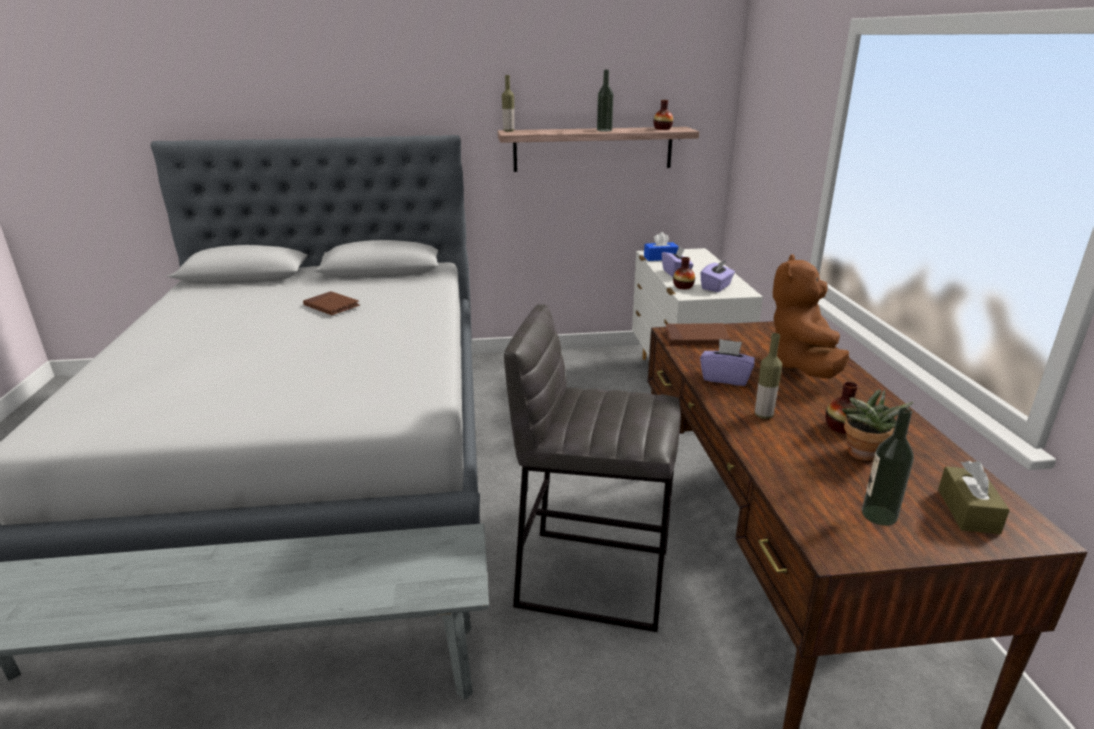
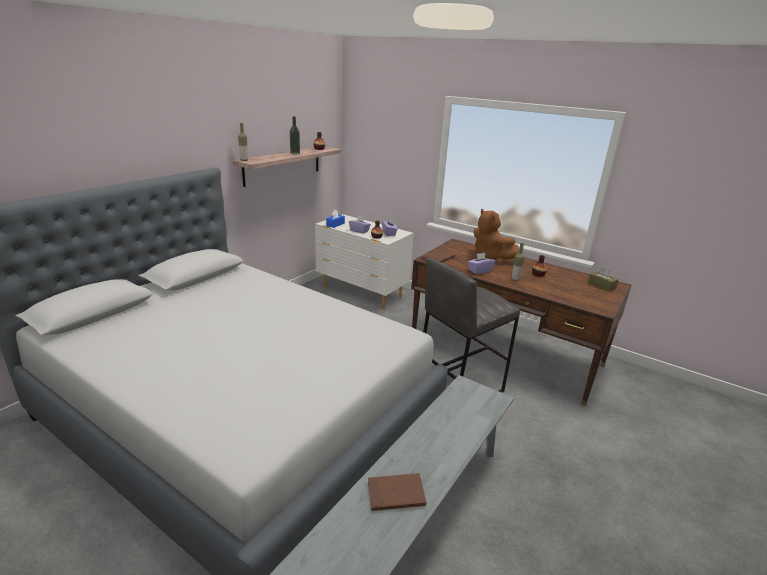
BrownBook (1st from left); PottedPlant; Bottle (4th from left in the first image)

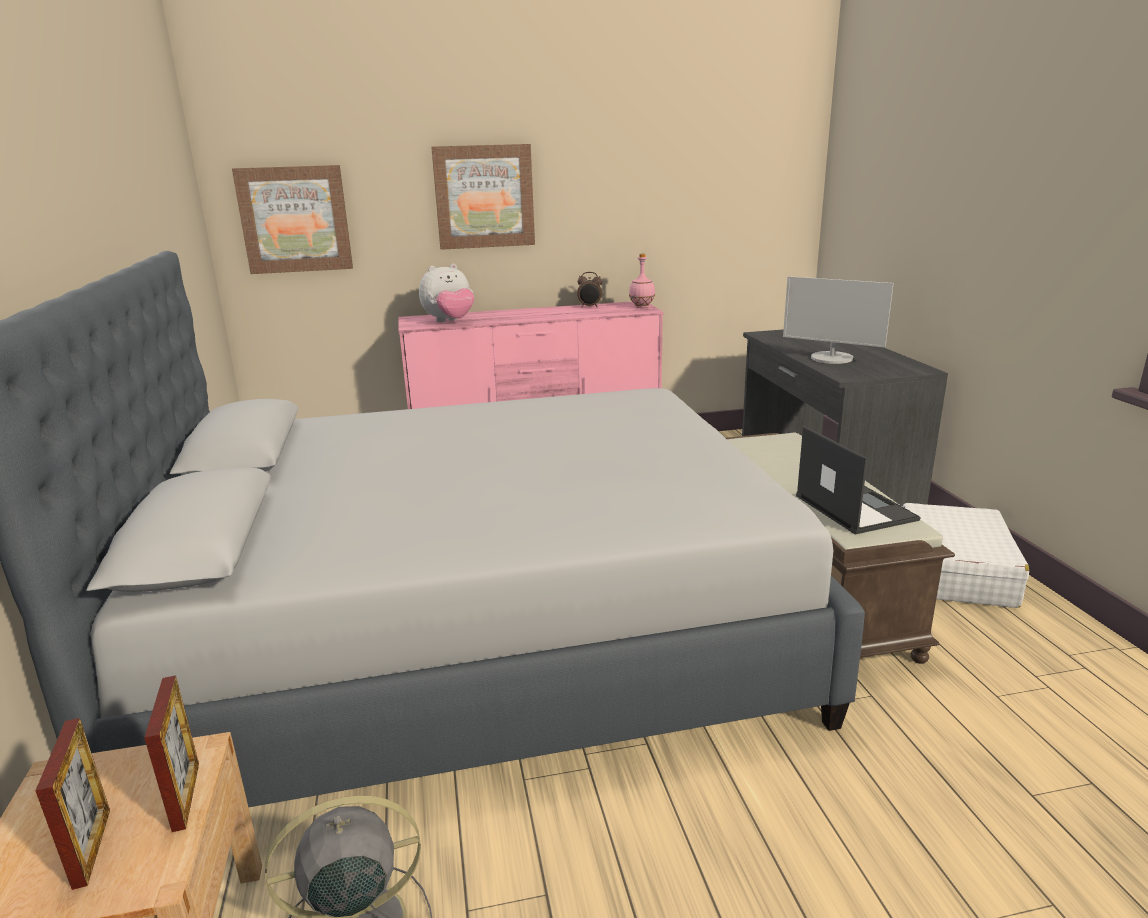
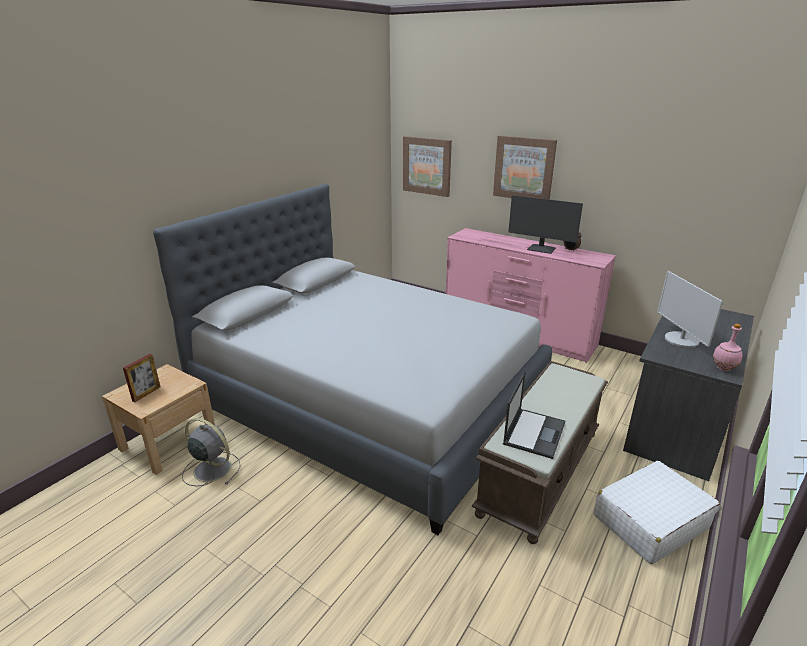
PictureFrame (2nd from left in the first image); PlushToy; PinkBottle; Monitor (1st from left)

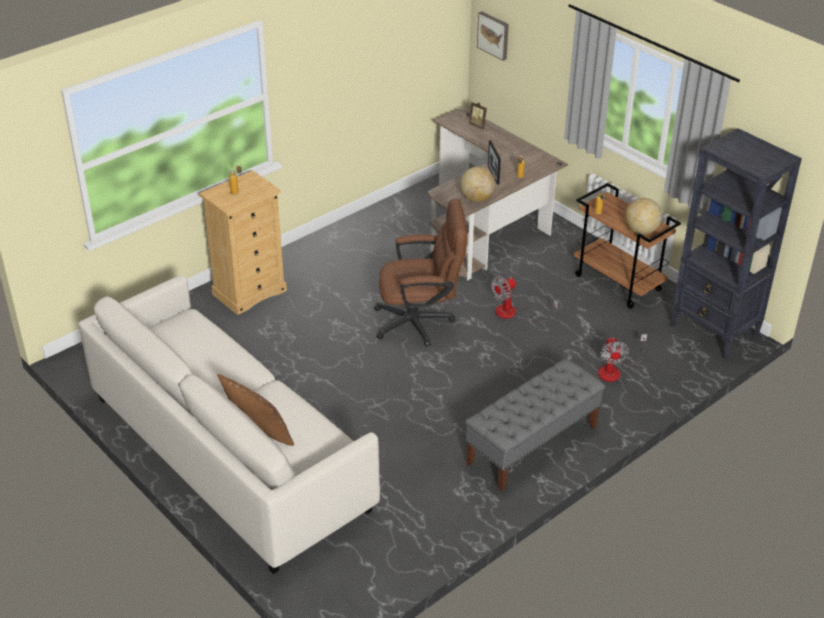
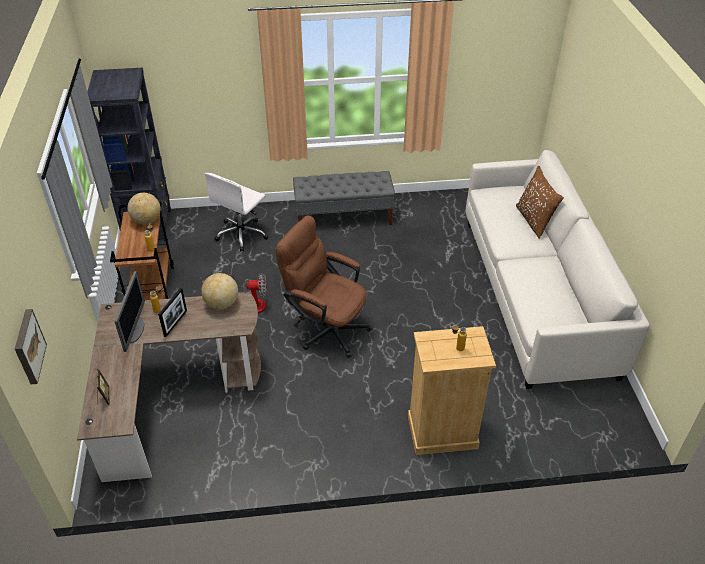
WhiteOfficeChair; Monitor

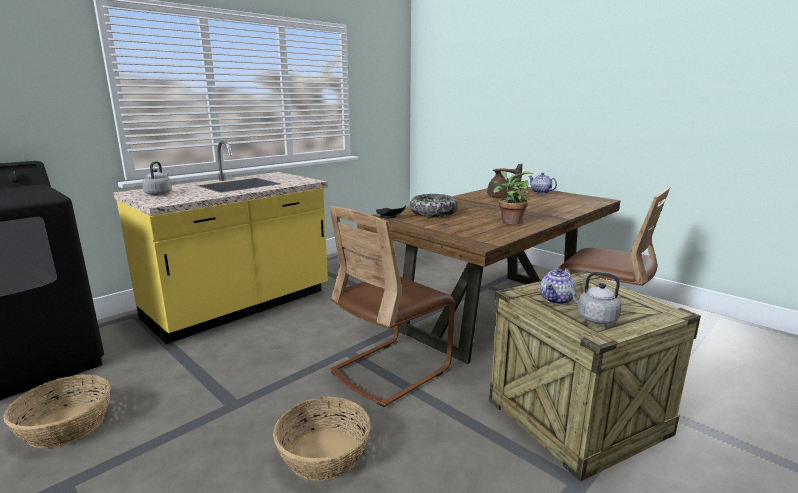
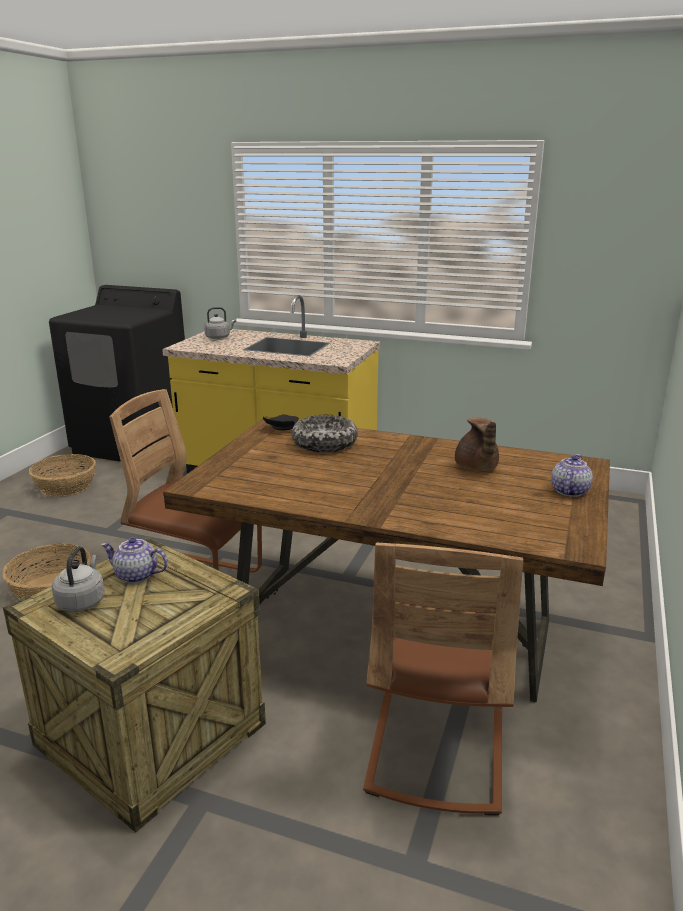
PottedPlant

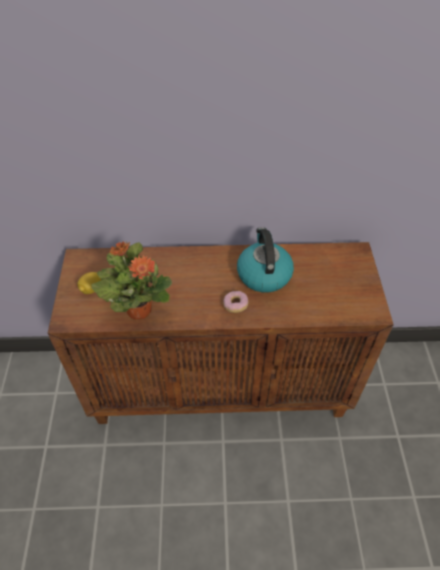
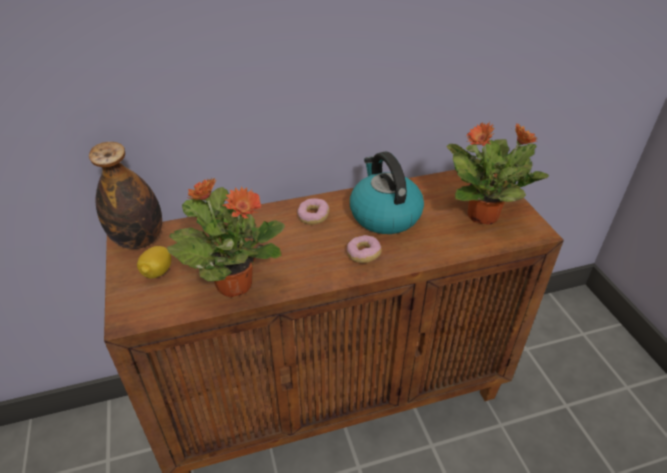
Bottle; Donut (1st from left); PottedPlant (2nd from left)

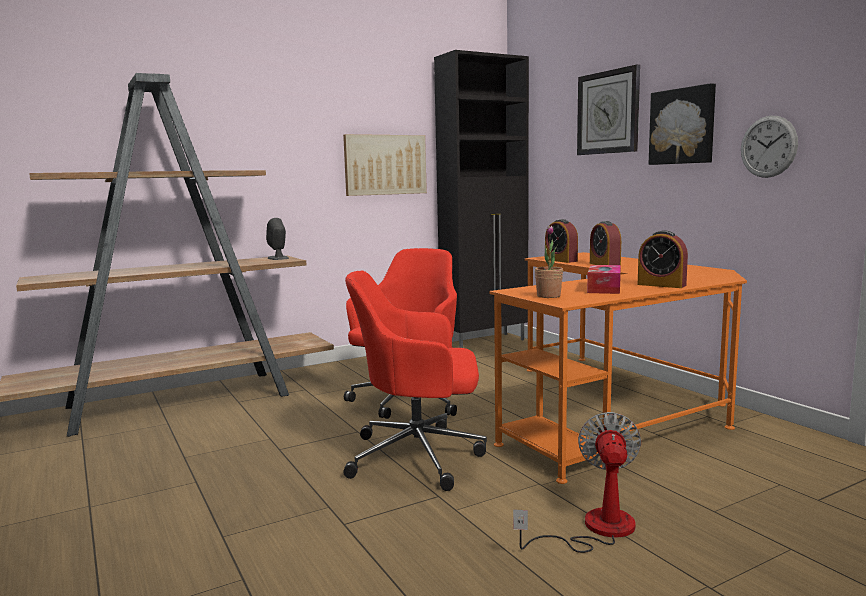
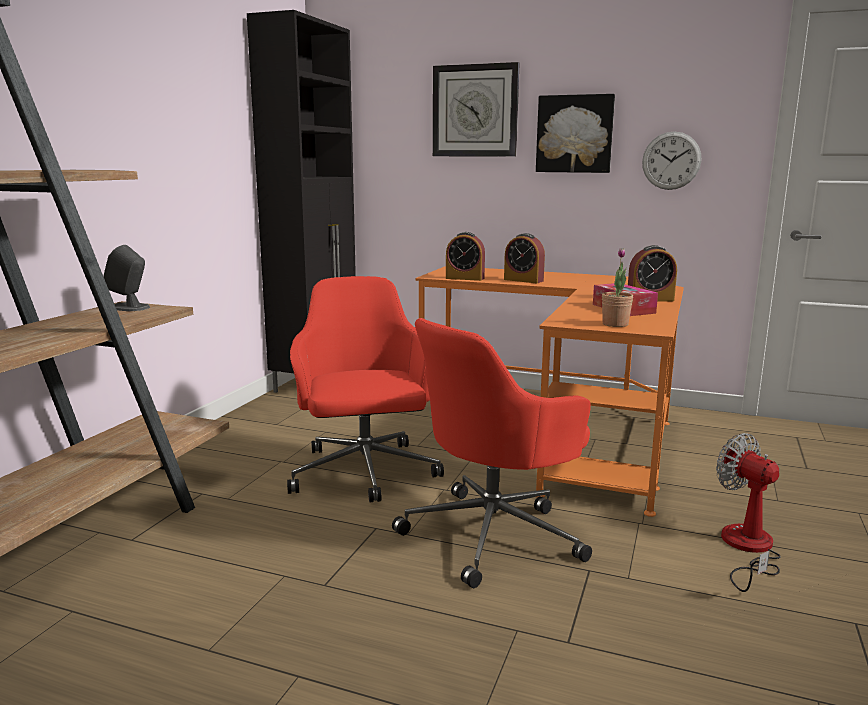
Picture (1st from left in the first image)

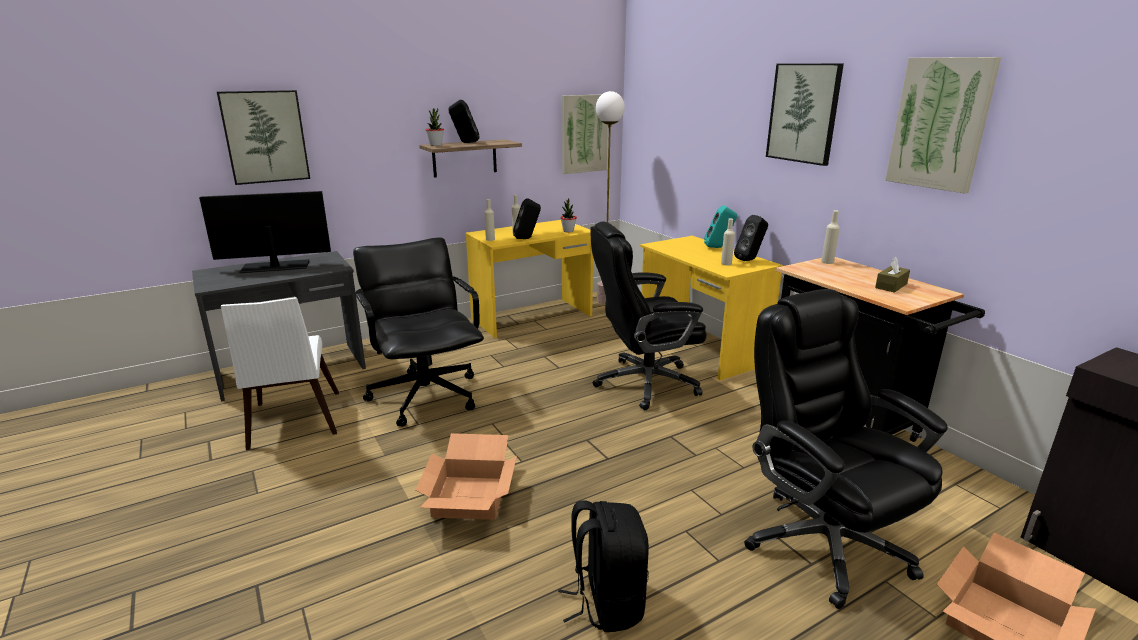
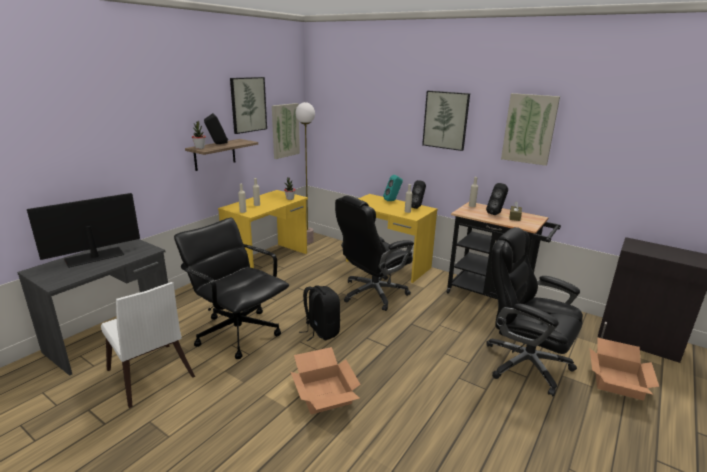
Picture (1st from left); BlackSpeaker (3rd from left); BlackBackpack

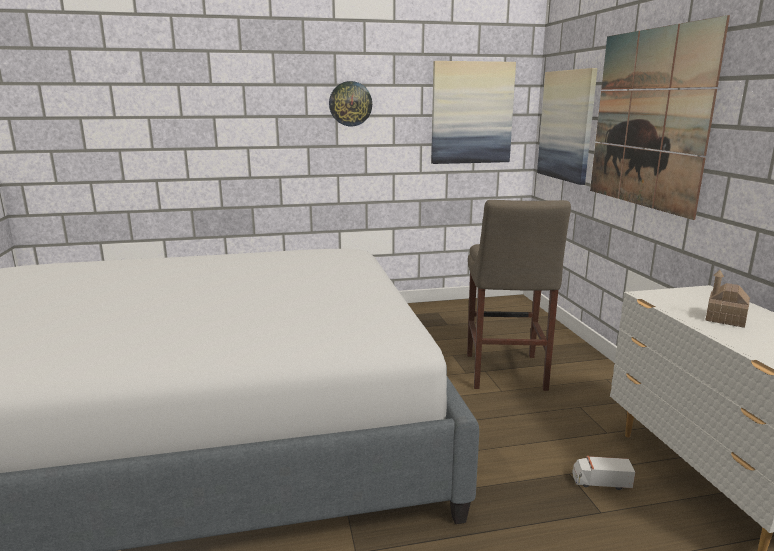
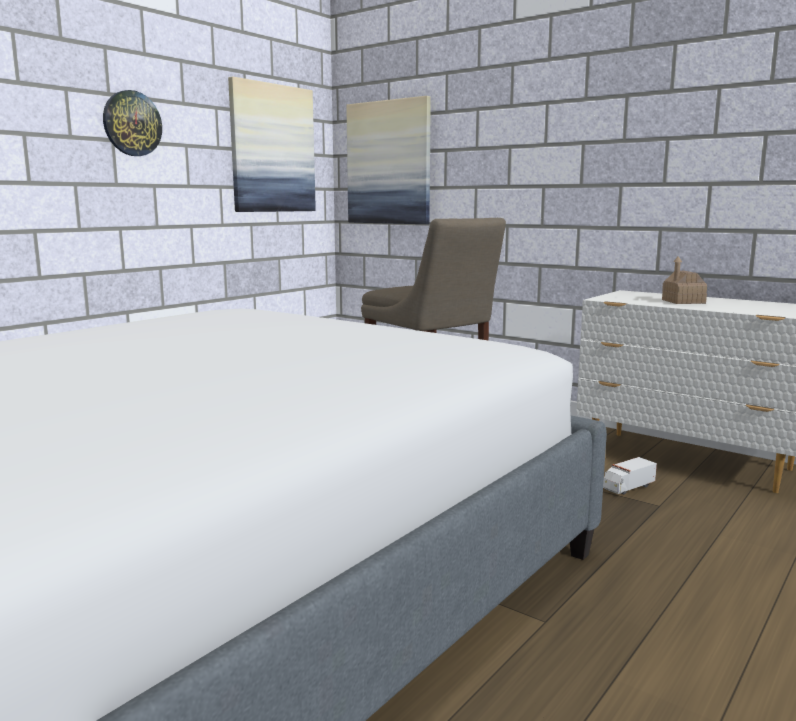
Picture (3rd from left in the first image)

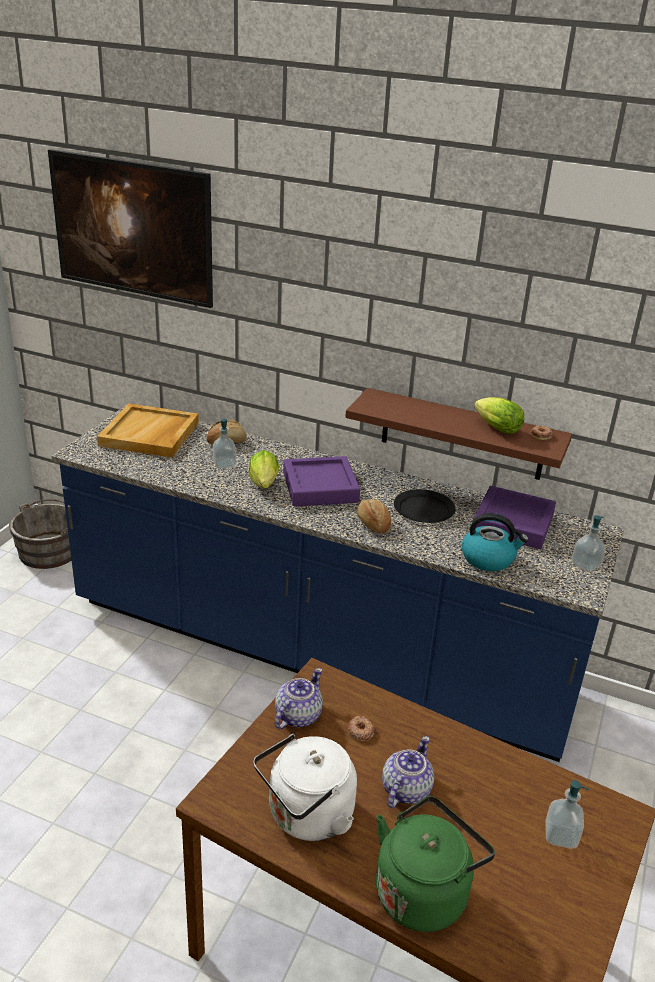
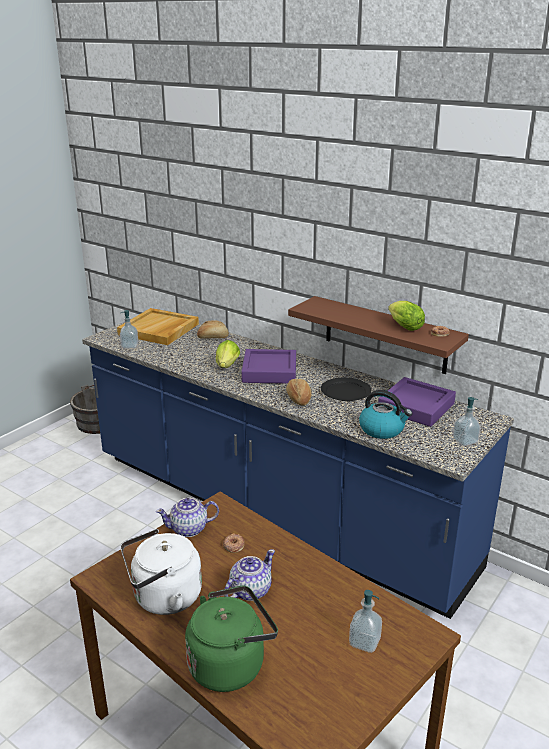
Picture; SoapDispenser (1st from left); Teapot (1st from left)

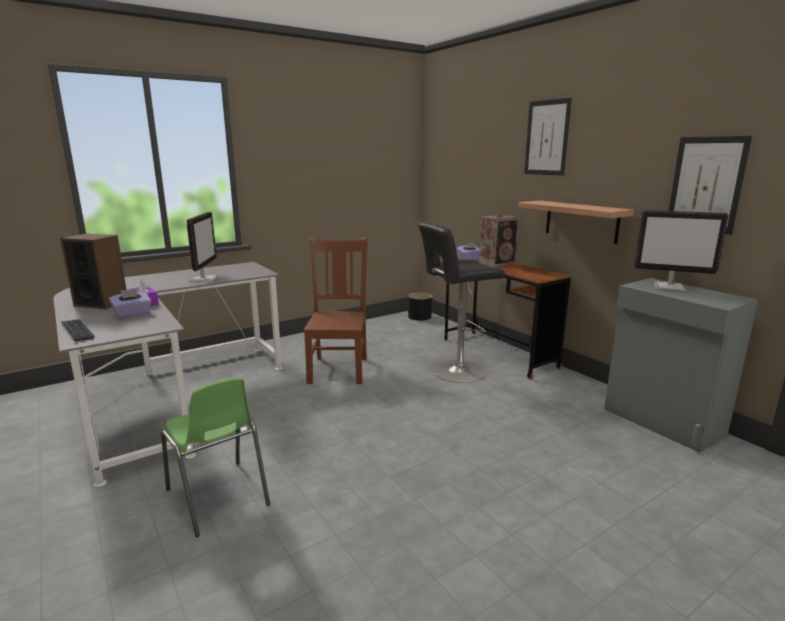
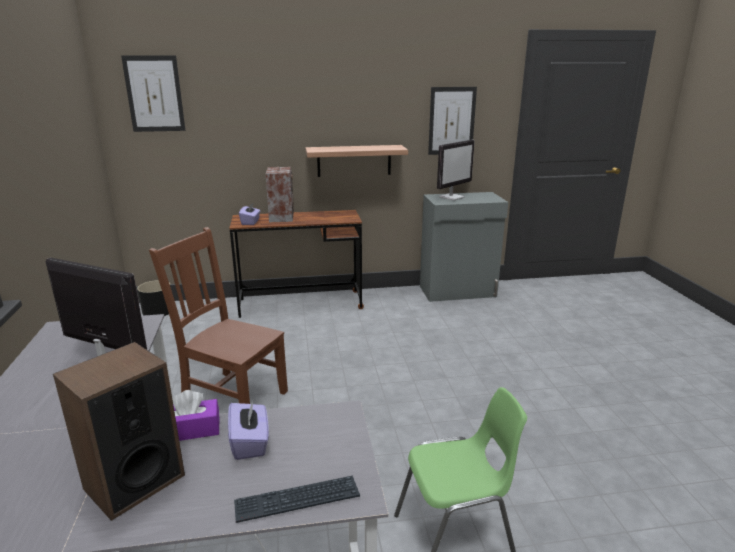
BlackStool; Picture (1st from left)

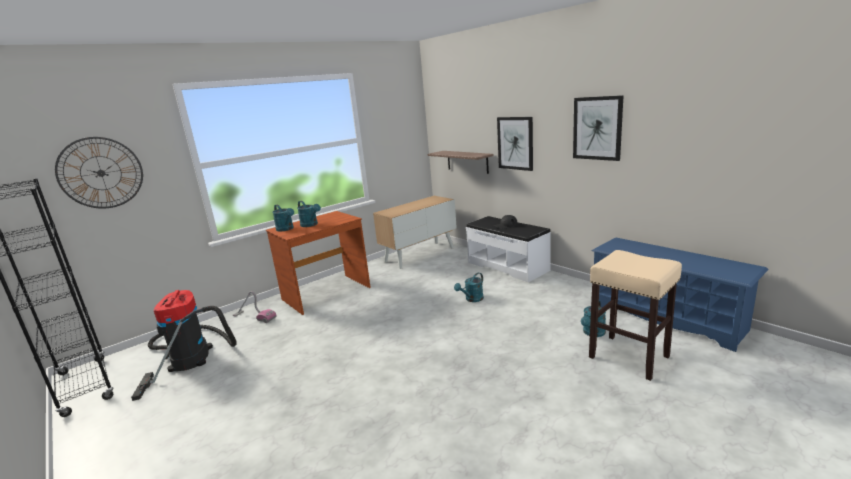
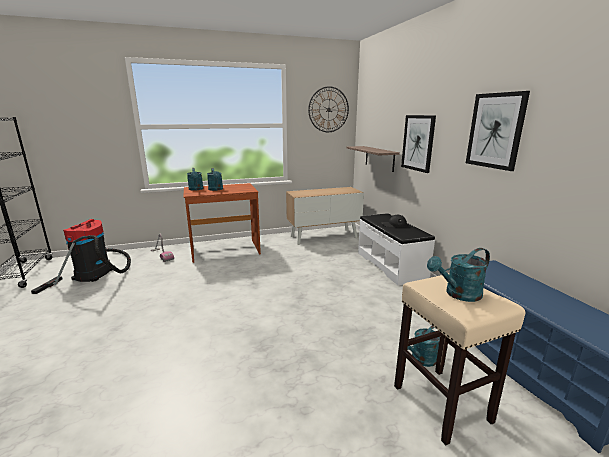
WallClock; TurquoiseWateringCan (4th from left)

